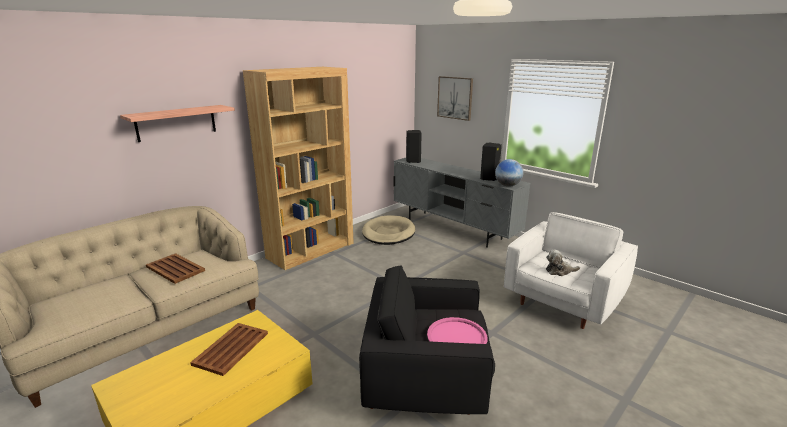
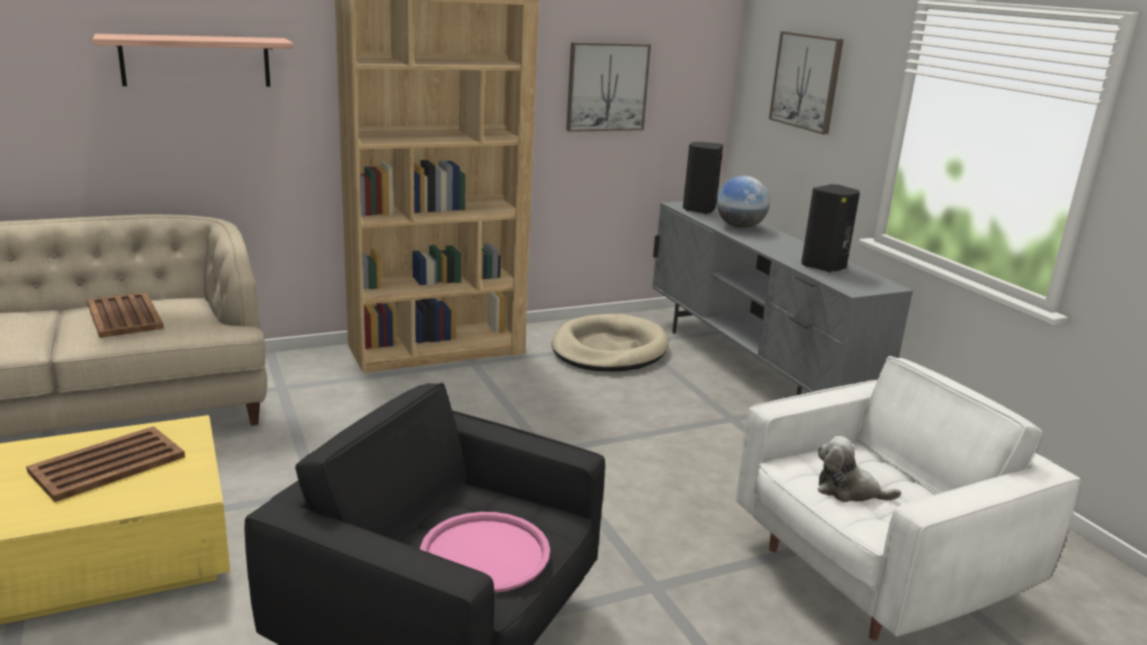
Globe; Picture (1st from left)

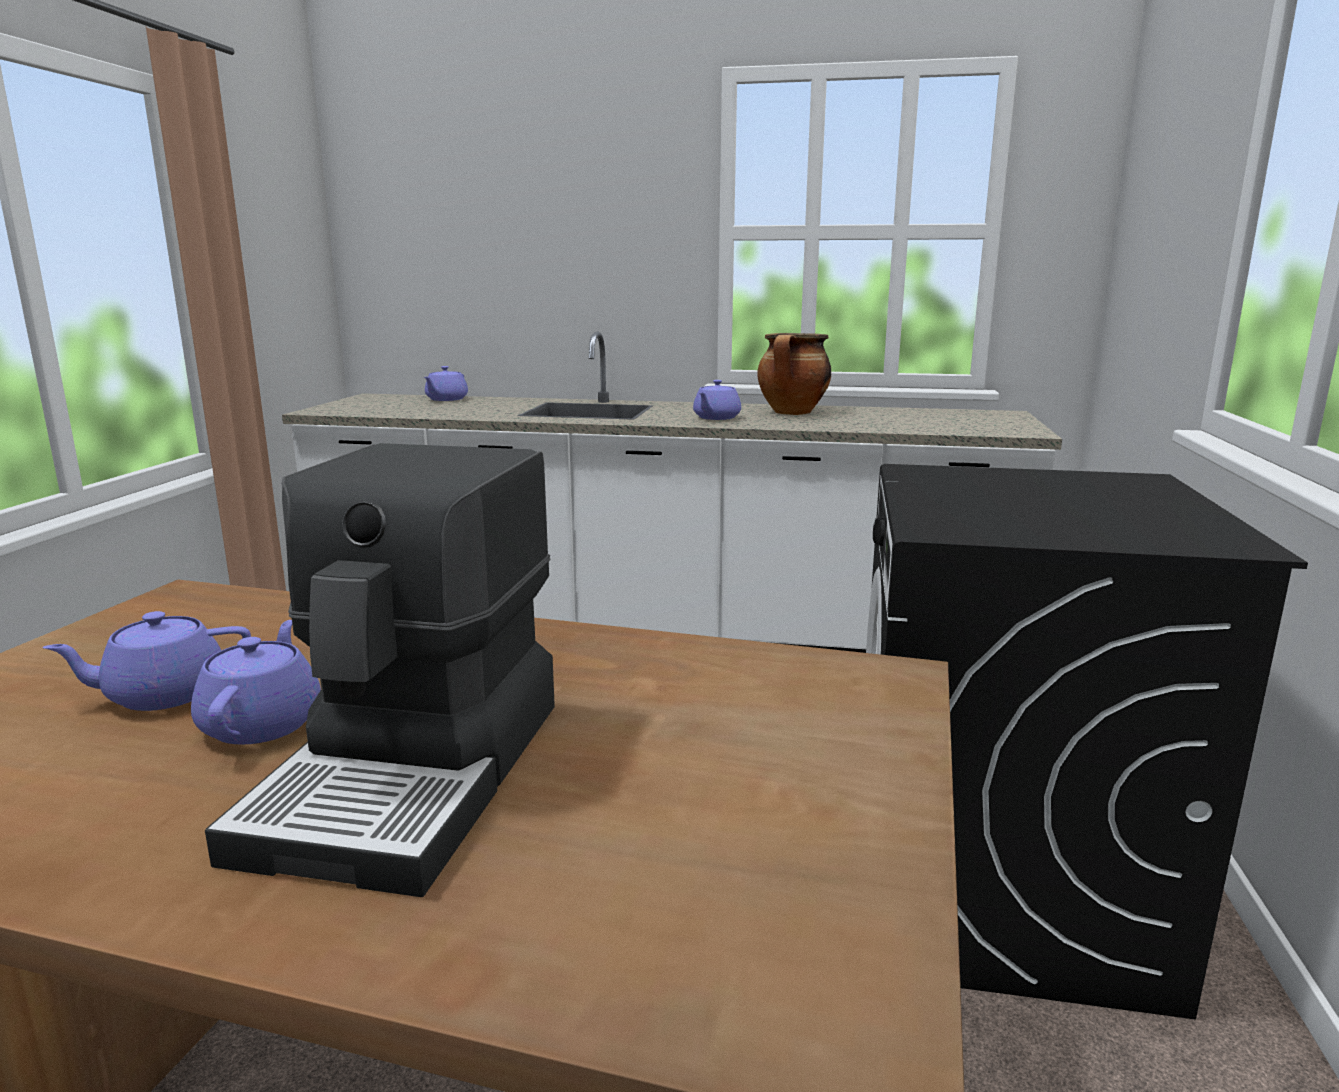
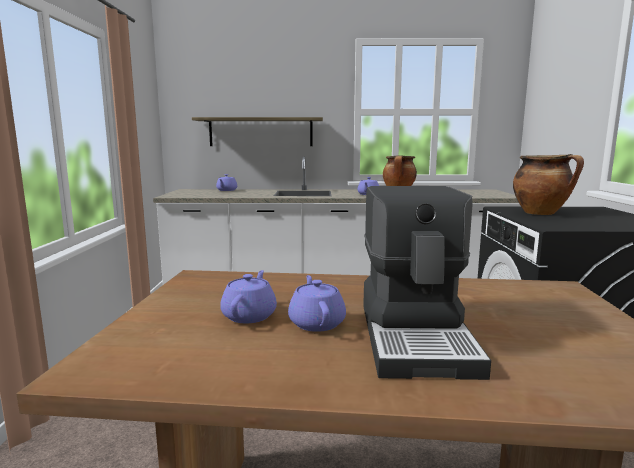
PurpleTeapot (2nd from left); Shelf; CookingPot (2nd from left)

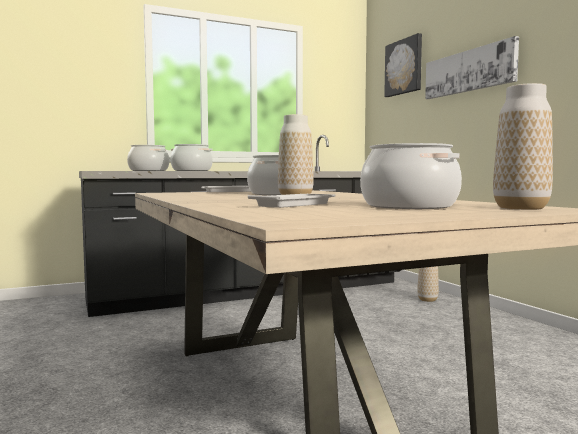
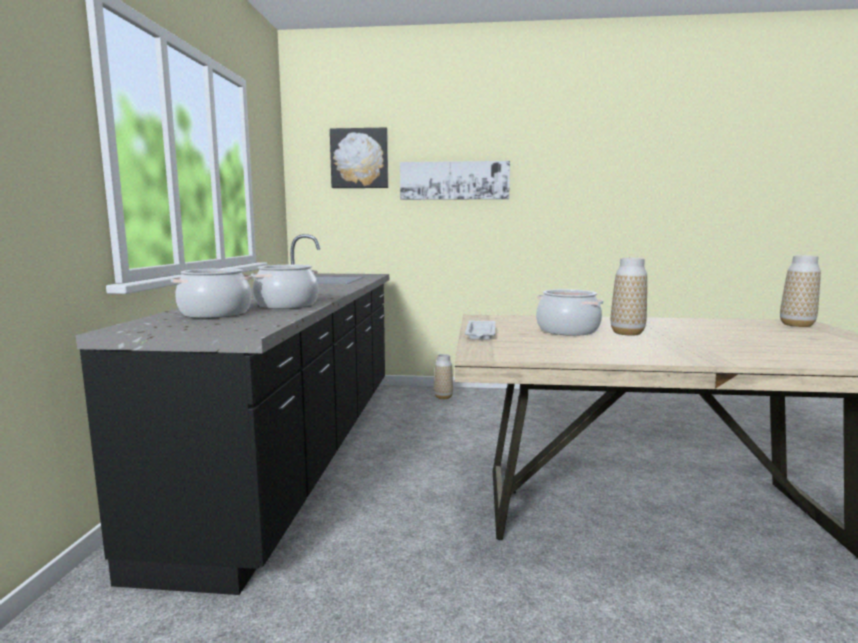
WhiteTray (2nd from left in the first image); CookingPot (4th from left in the first image)

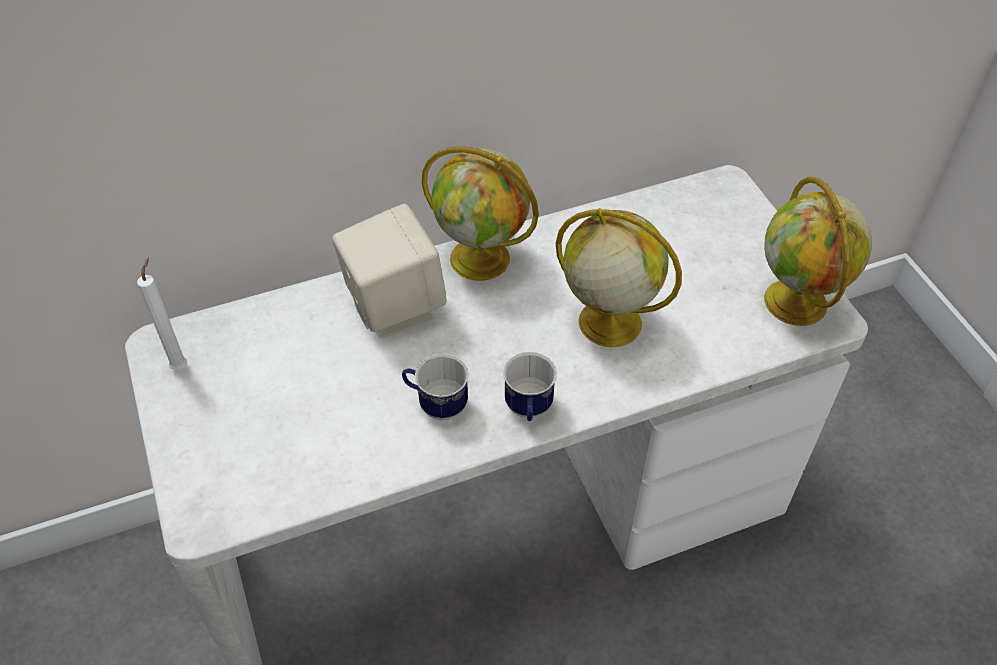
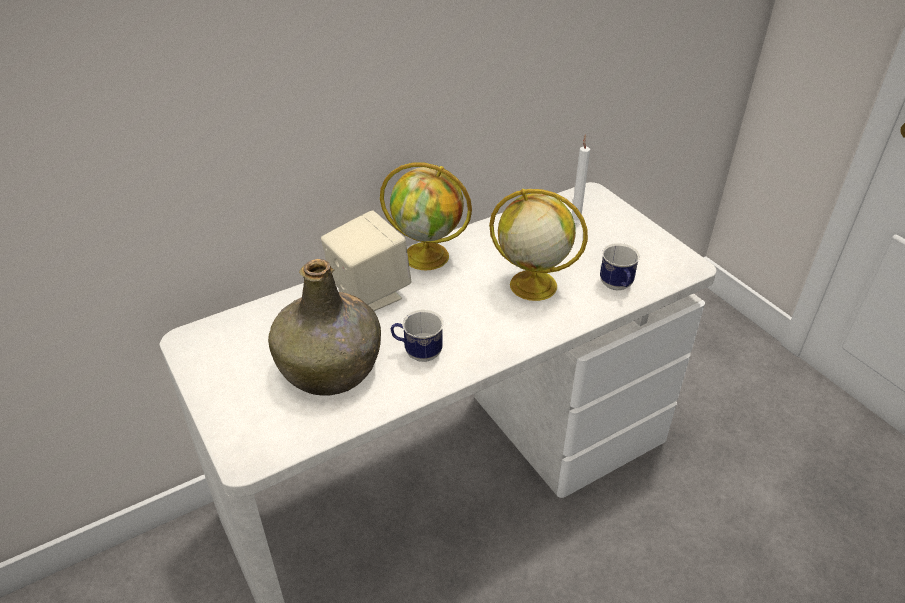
WhiteCandle; Mug (2nd from left); Globe (3rd from left in the first image); GreenBottle

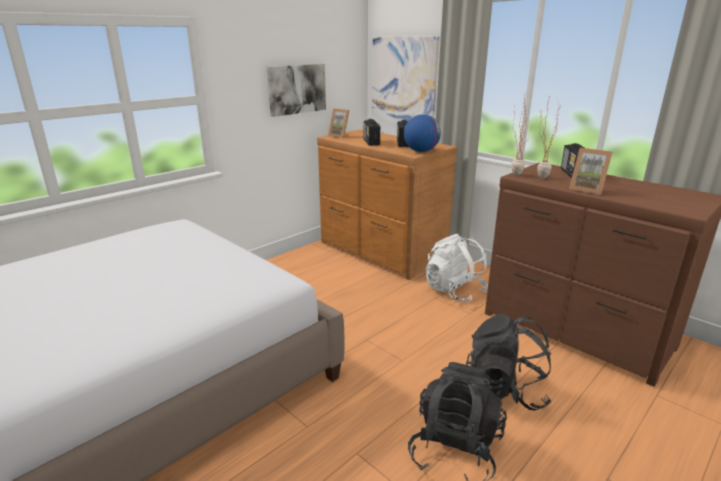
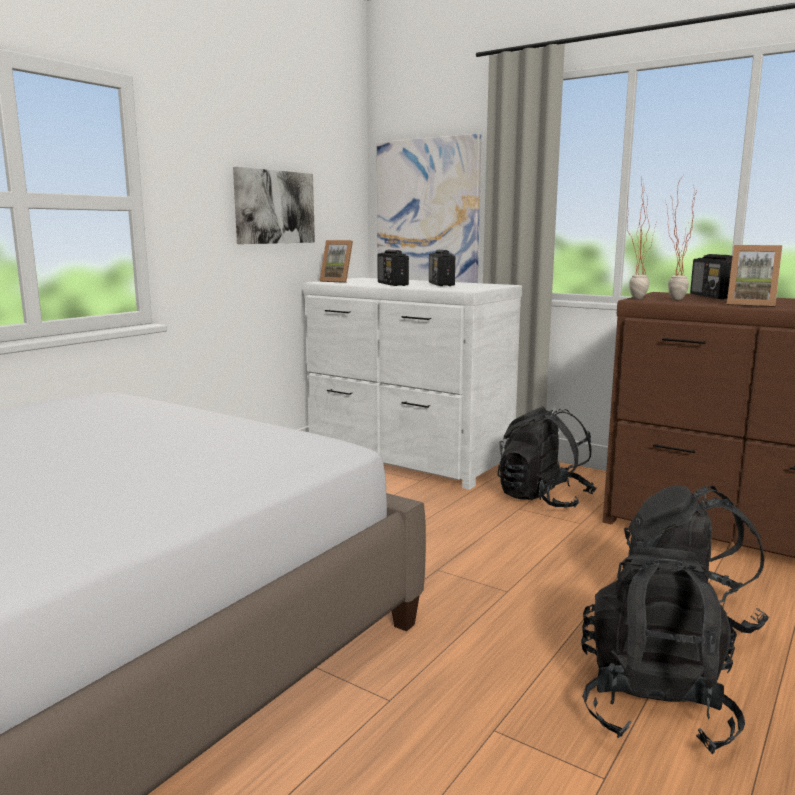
WhiteDresser; Globe; BlackBackpack (1st from left)

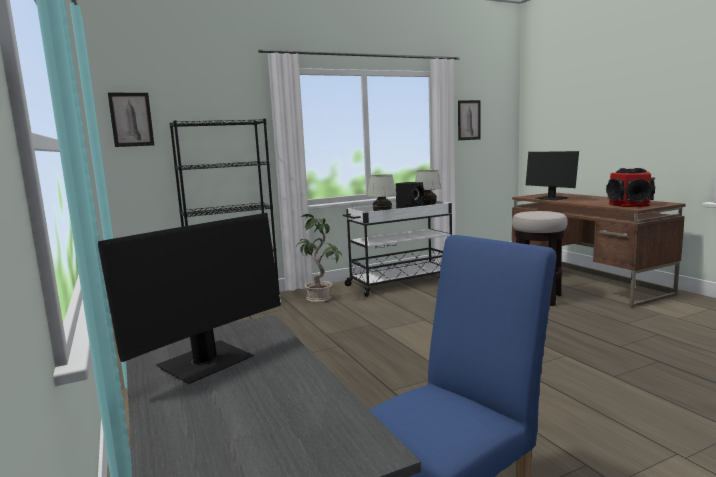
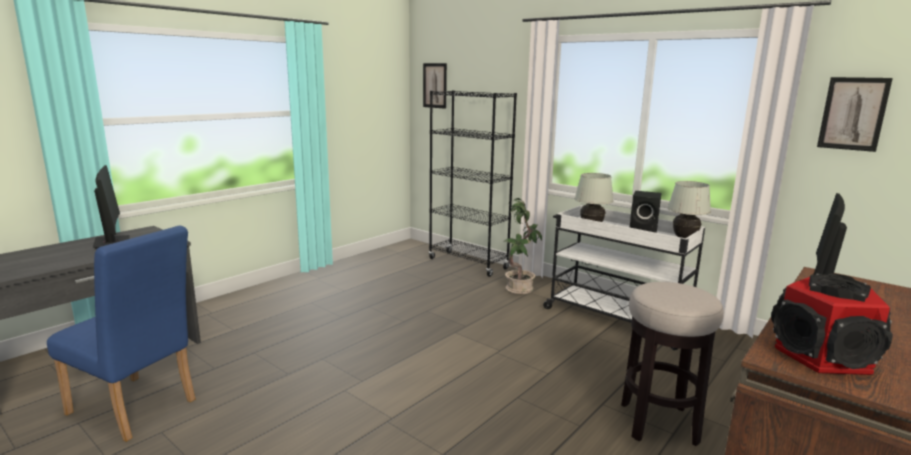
Monitor (1st from left)

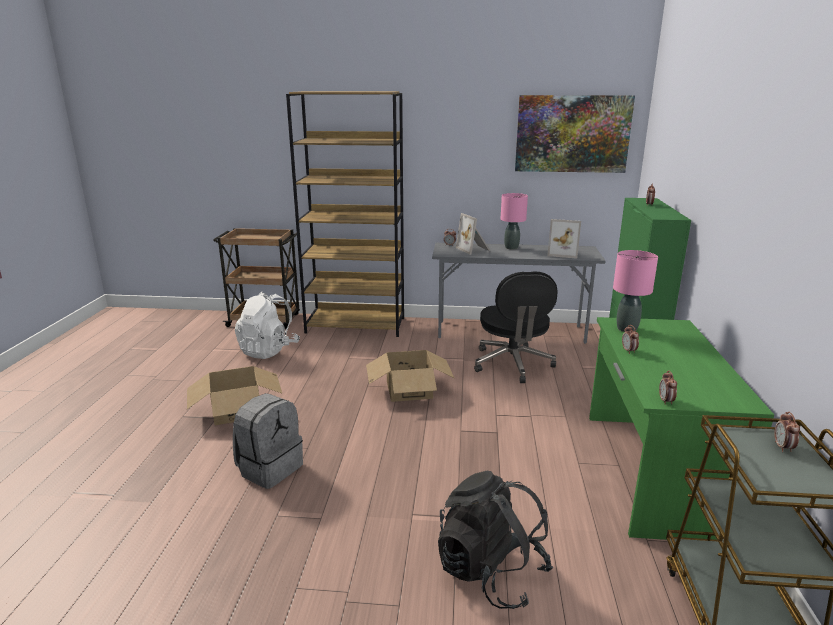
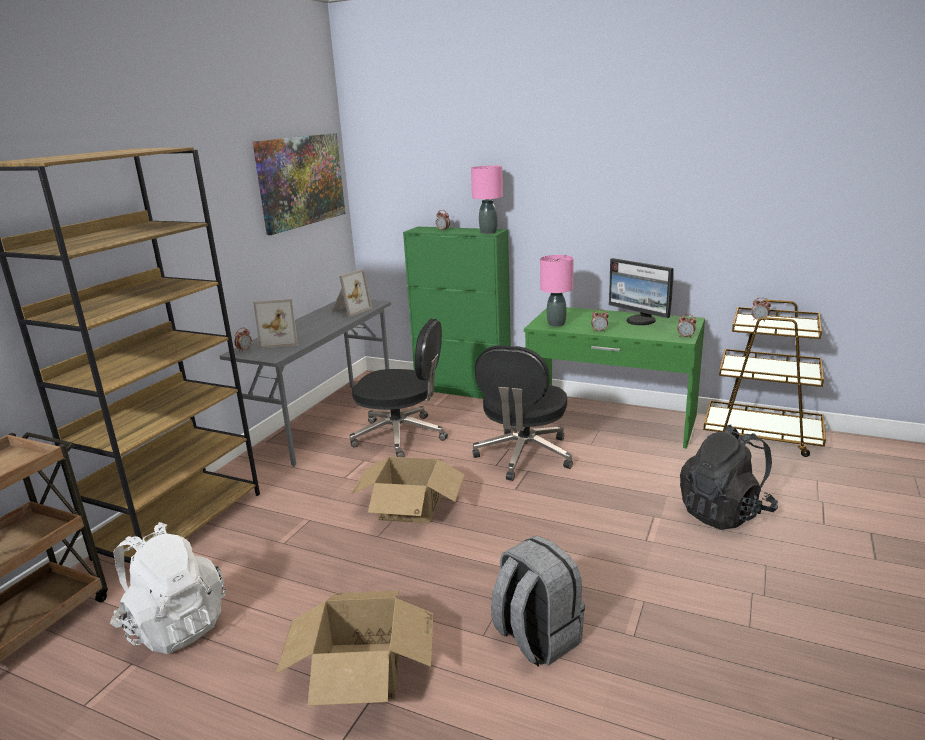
PinkTableLamp (1st from left); BlackOfficeChair (2nd from left); Monitor

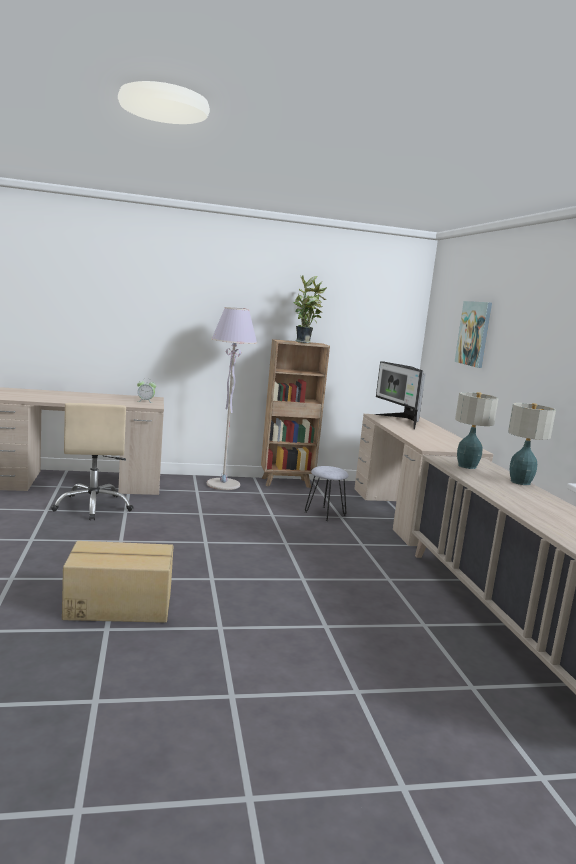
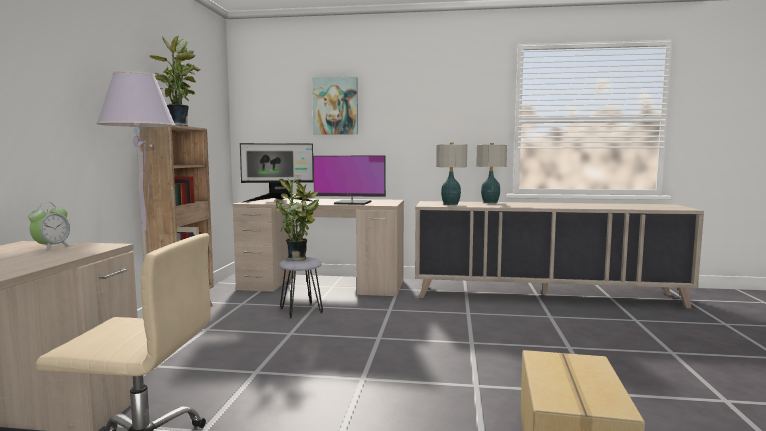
PottedPlant (2nd from left); Monitor (2nd from left)

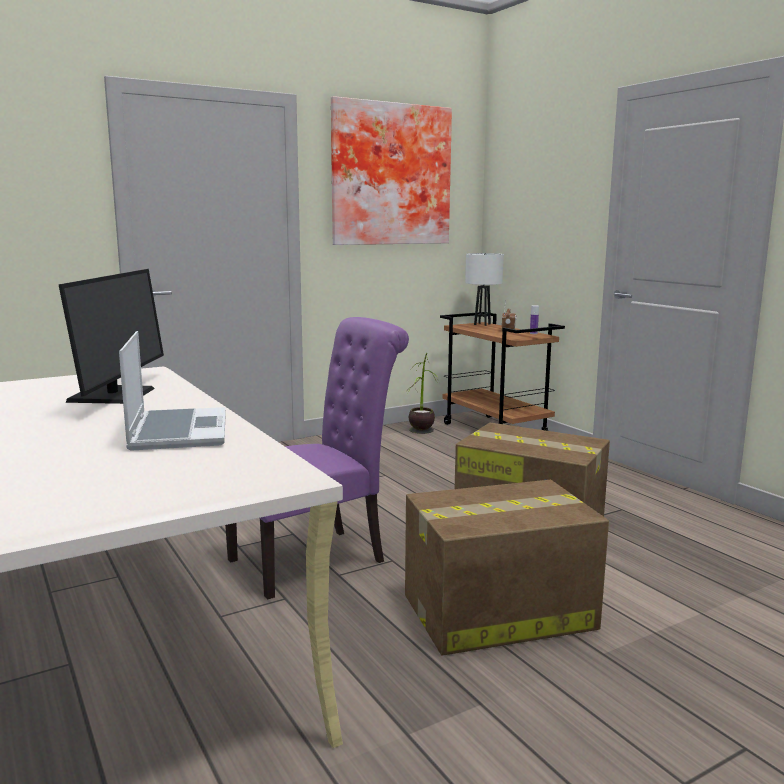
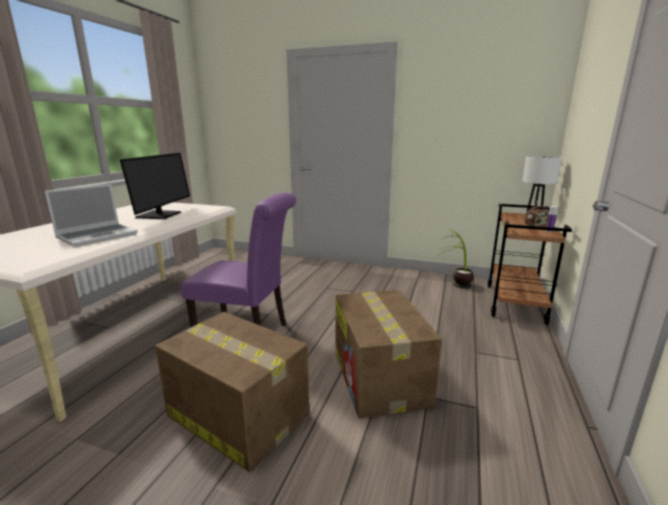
Monitor; Picture

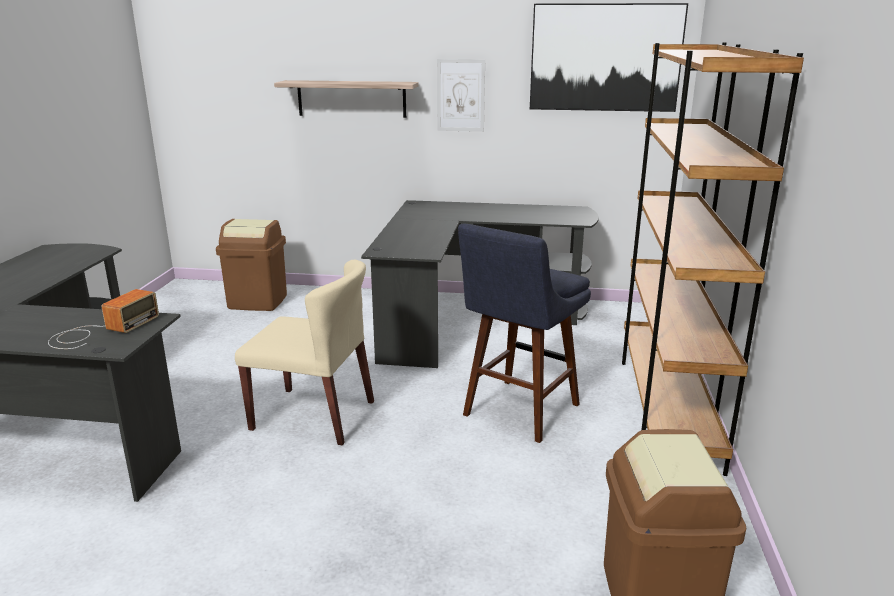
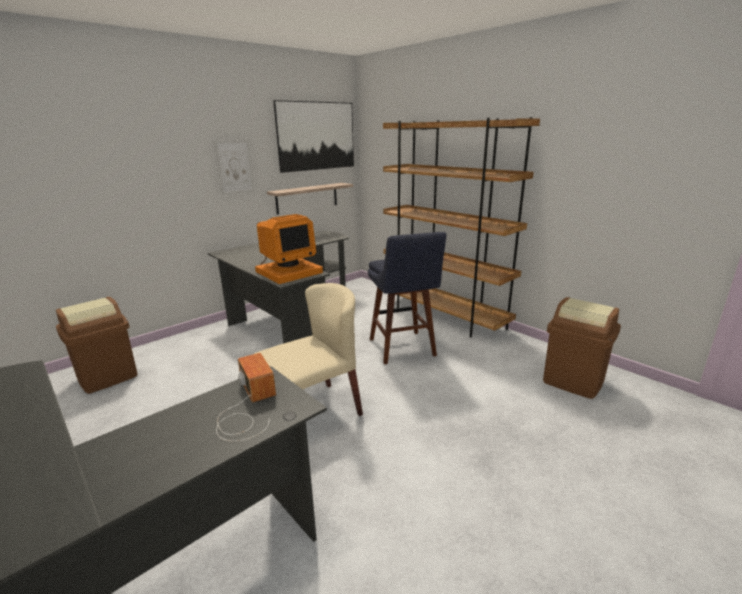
Shelf; Monitor

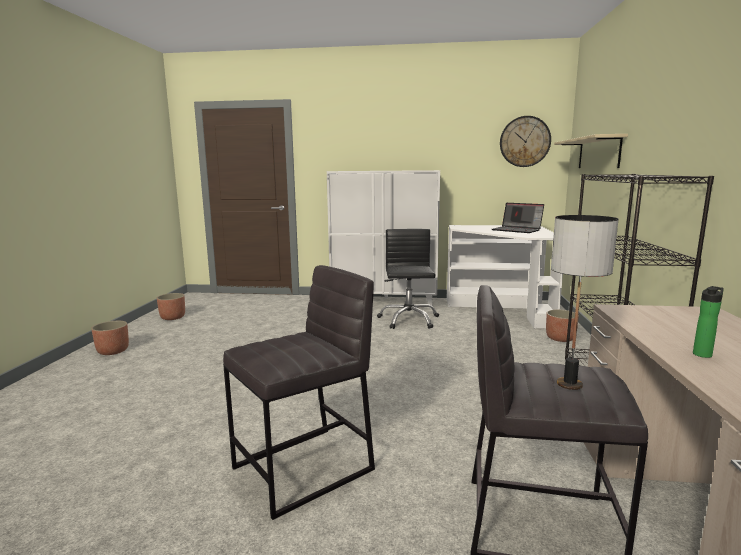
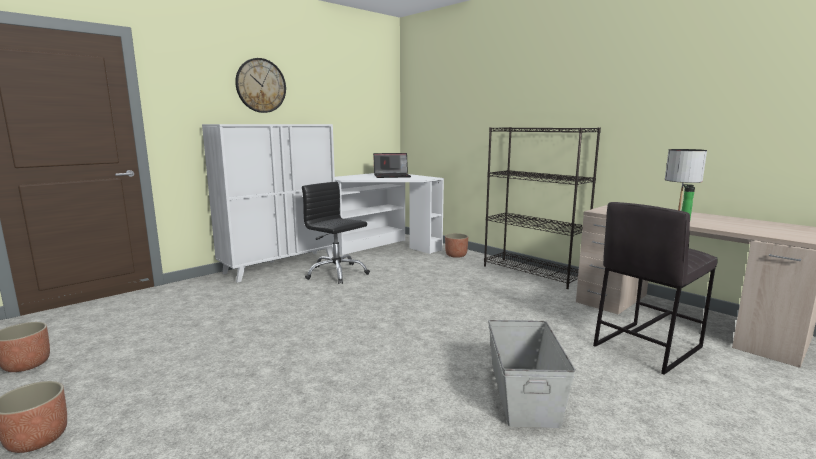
GreyStorageBox; WallClock; BeigeShelf

